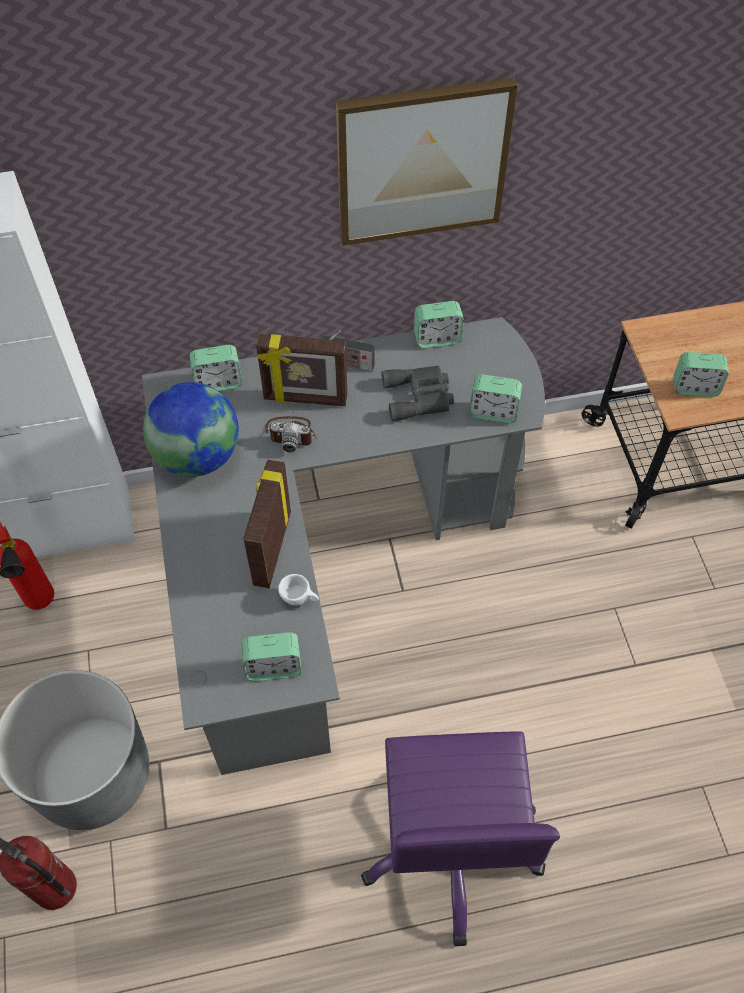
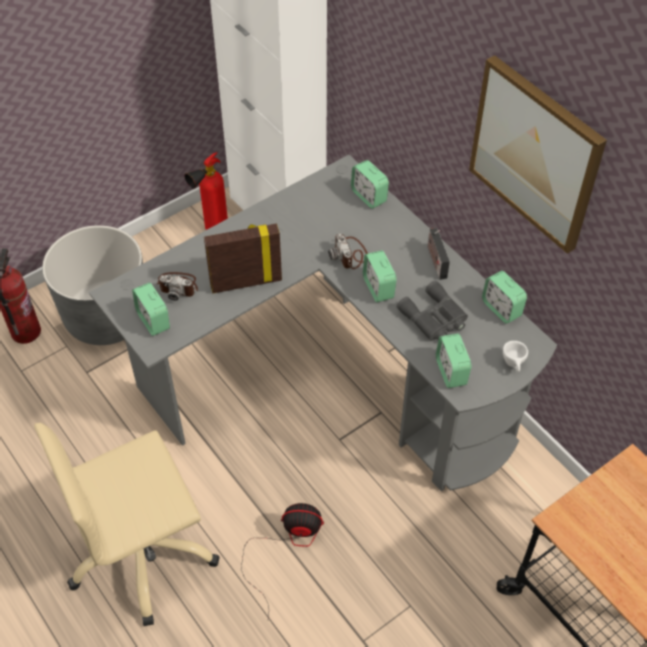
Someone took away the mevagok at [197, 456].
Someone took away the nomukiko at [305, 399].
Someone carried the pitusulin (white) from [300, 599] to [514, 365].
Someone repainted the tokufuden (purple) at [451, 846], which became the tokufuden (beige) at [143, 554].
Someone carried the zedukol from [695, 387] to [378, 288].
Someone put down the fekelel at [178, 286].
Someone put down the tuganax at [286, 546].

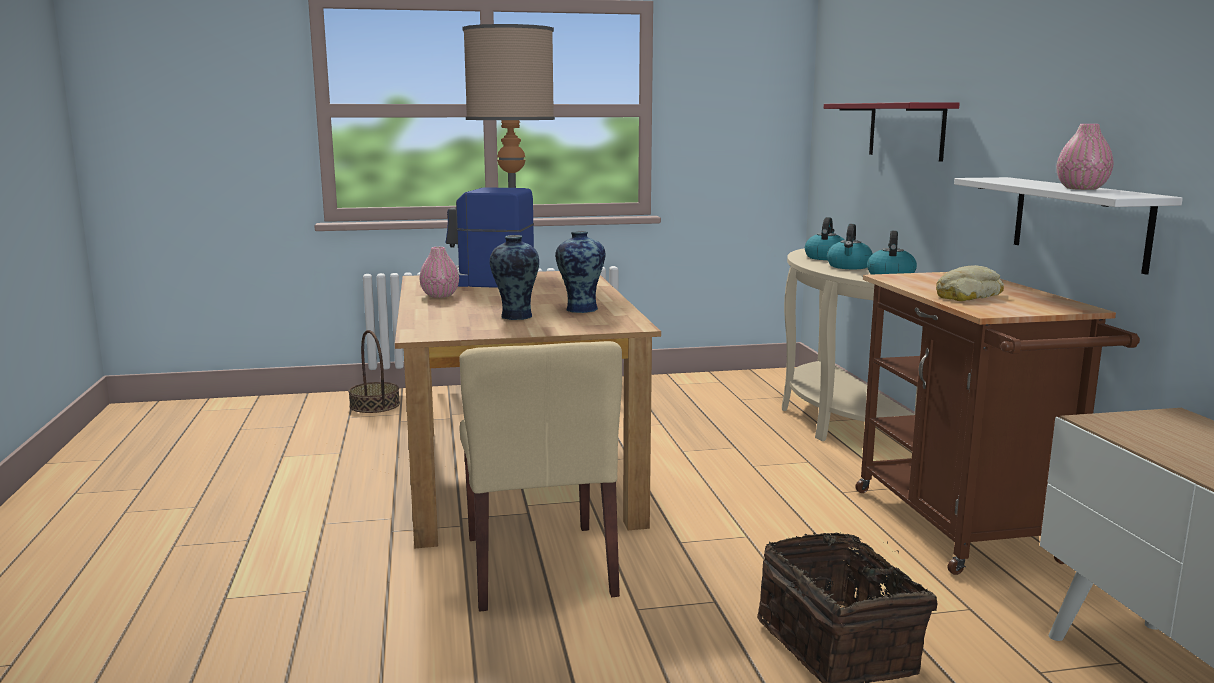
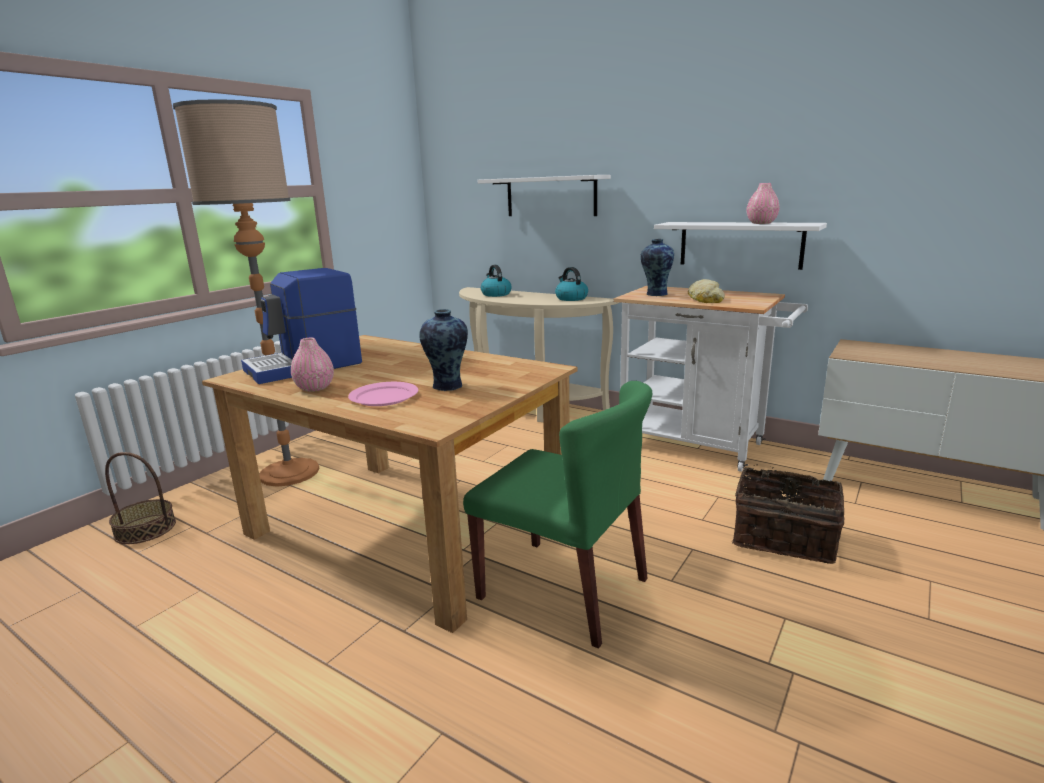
Someone repainted the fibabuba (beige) at [539, 566], which became the fibabuba (green) at [564, 589].
Someone carried the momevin from [580, 309] to [655, 294].
Someone repainted the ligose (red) at [906, 130], which became the ligose (white) at [551, 196].
Someone took away the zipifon at [849, 266].
Someone repainted the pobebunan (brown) at [964, 531], which became the pobebunan (white) at [699, 446].
Someone put down the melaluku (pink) at [384, 397].

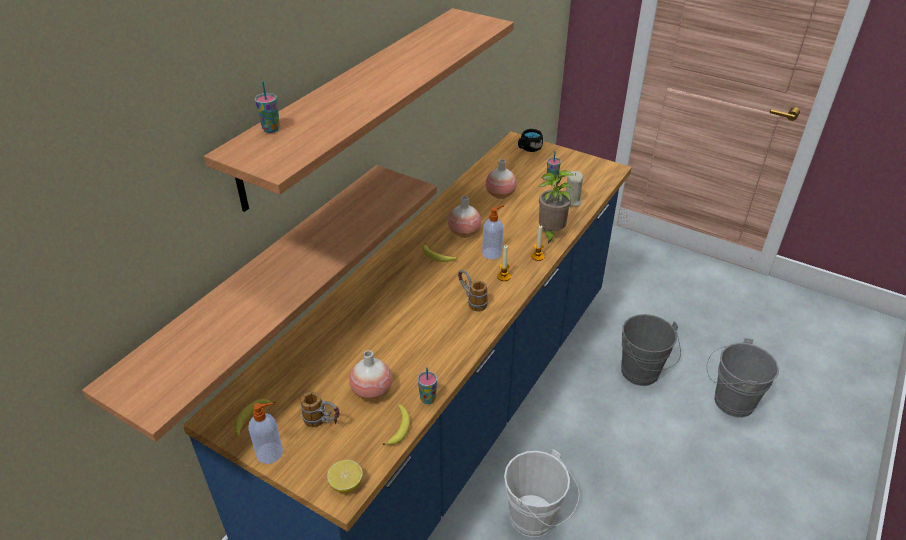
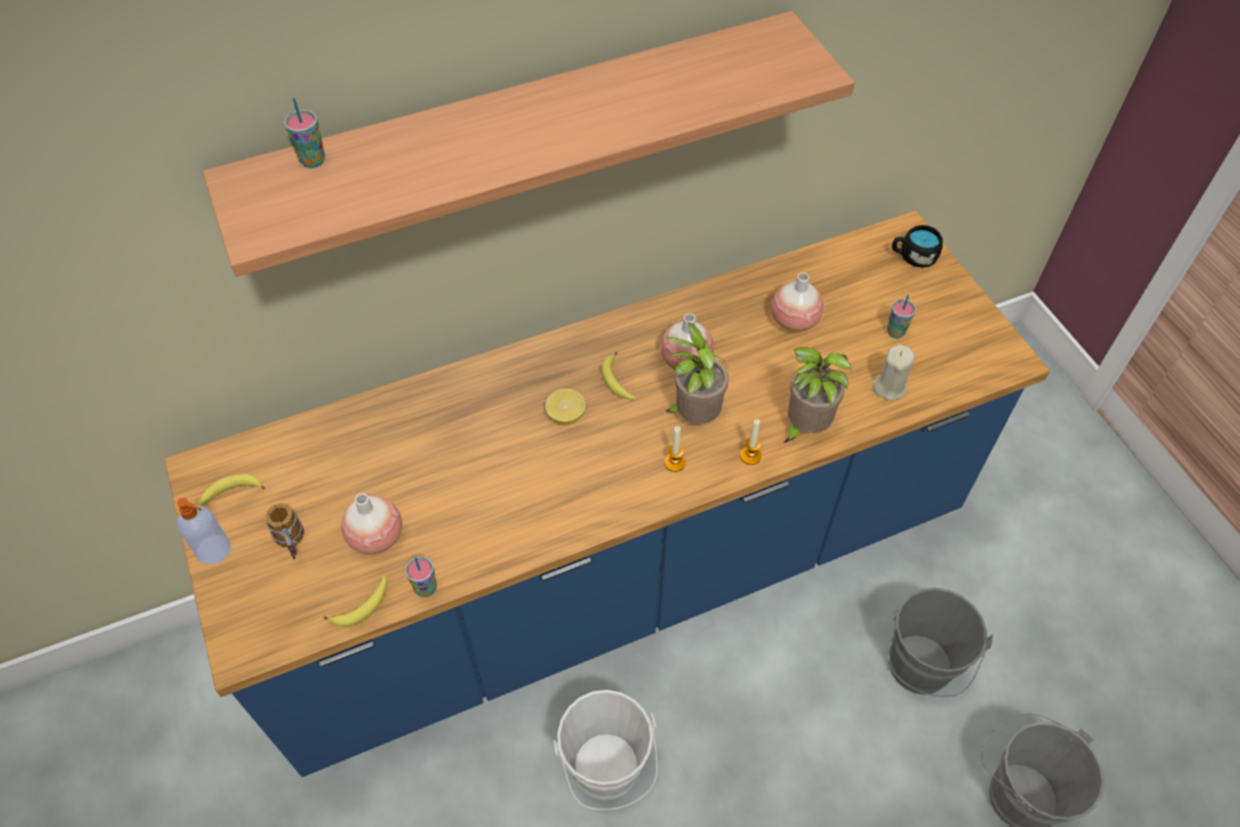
Someone took away the ligose at [262, 284].
Someone carried the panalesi from [346, 484] to [566, 415].
Someone took away the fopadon at [471, 301].
Someone swapped the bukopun at [492, 253] for the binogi at [694, 416].

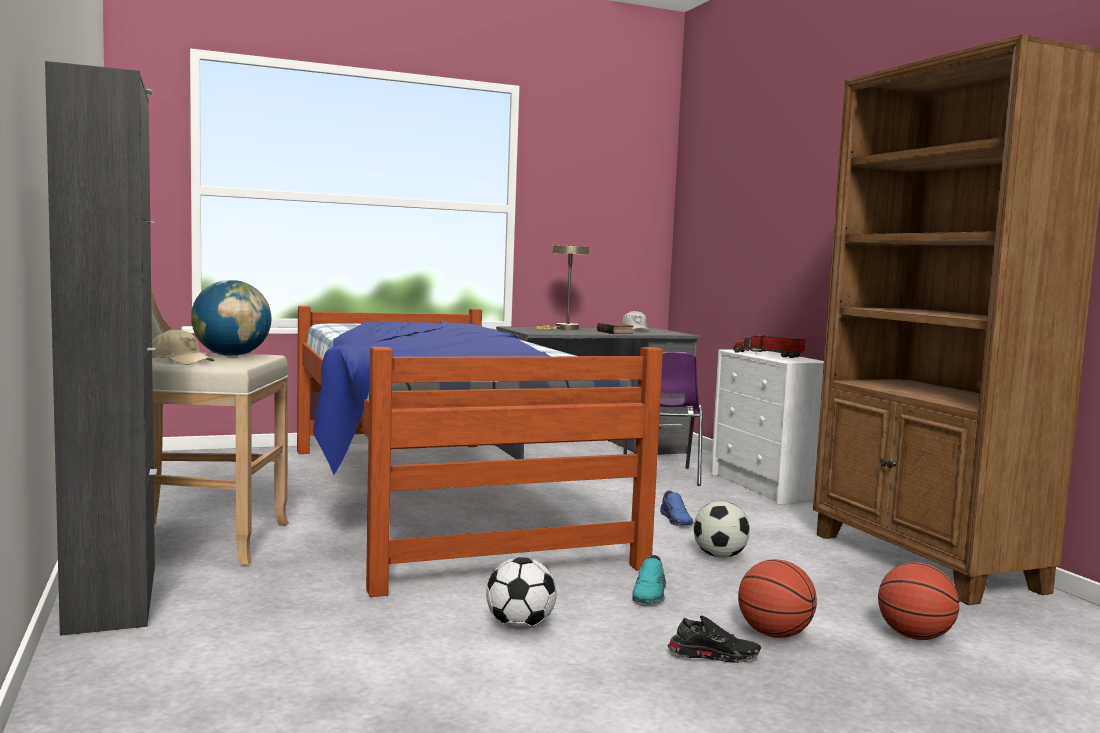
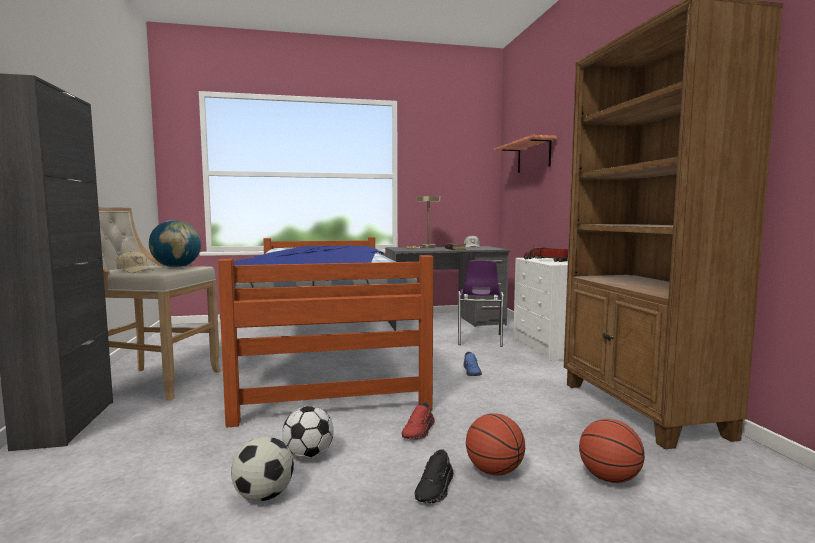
Someone repainted the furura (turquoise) at [651, 595], which became the furura (red) at [419, 431].
Someone rotated the furura (black) at [713, 655] by 105 degrees clockwise.
Someone carried the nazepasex from [719, 556] to [264, 495].
Someone put up the ligose at [533, 156].

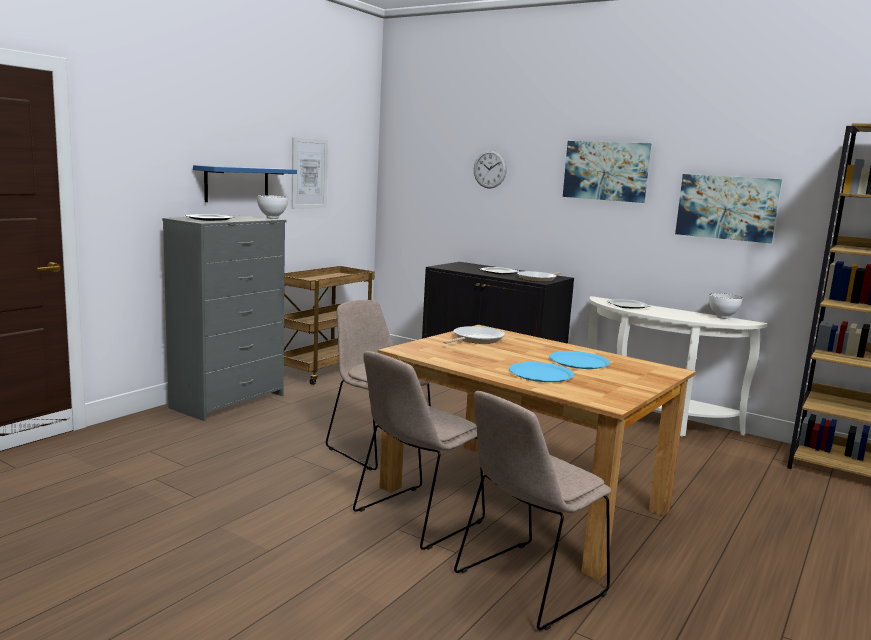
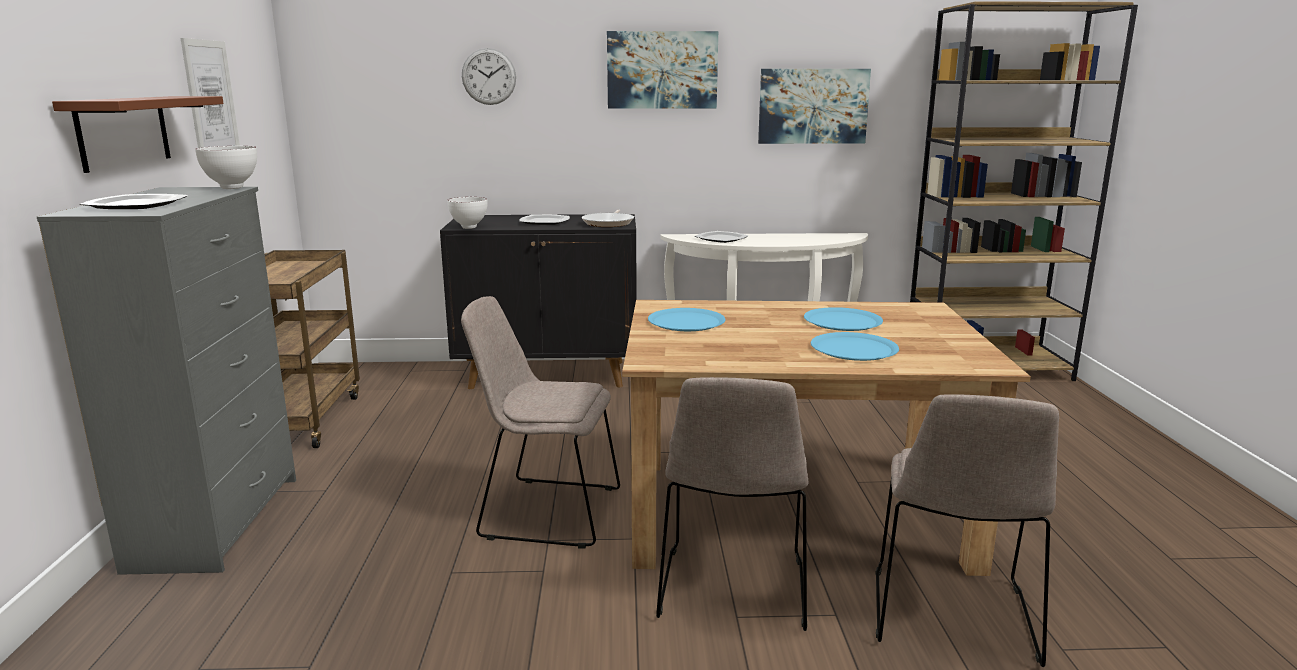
Someone repainted the ligose (blue) at [237, 184], which became the ligose (brown) at [123, 132].
Someone swapped the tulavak at [476, 339] for the melaluku (blue) at [686, 321].
Someone carried the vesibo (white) from [722, 318] to [468, 228].

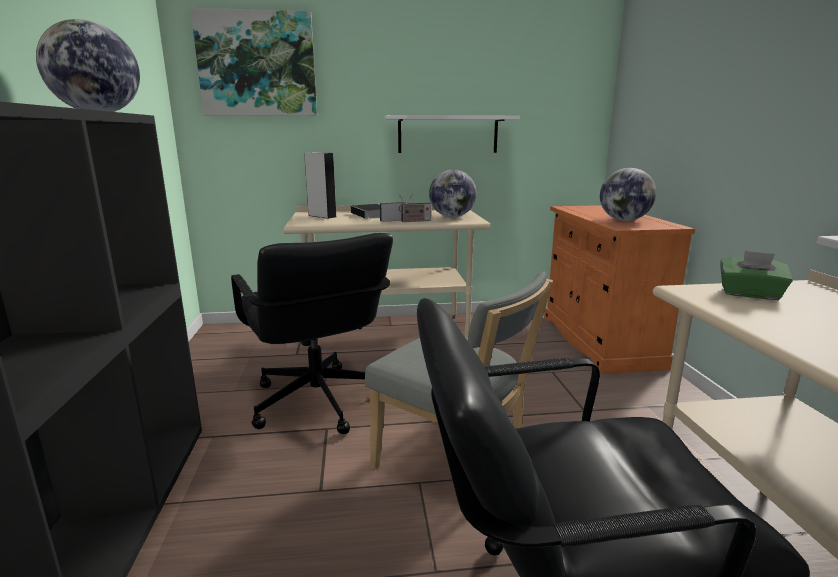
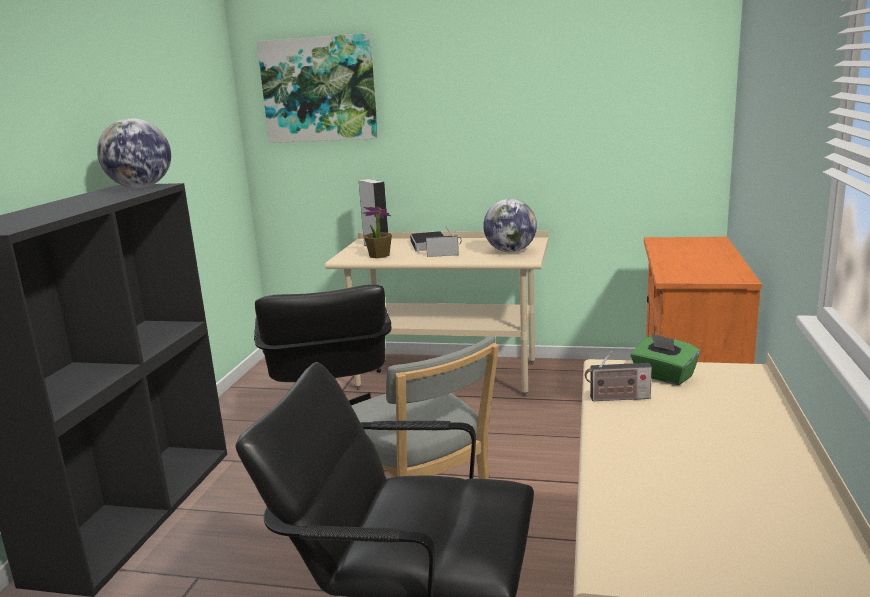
Someone took away the ligose (white) at [448, 134].
Someone carried the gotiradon from [414, 221] to [617, 398].
Someone took away the mevagok at [624, 220].
Someone put down the binogi at [379, 255].

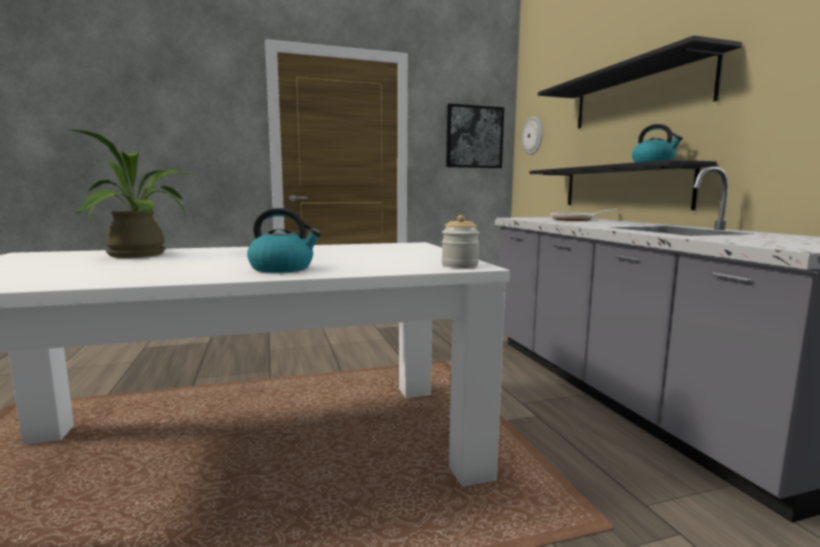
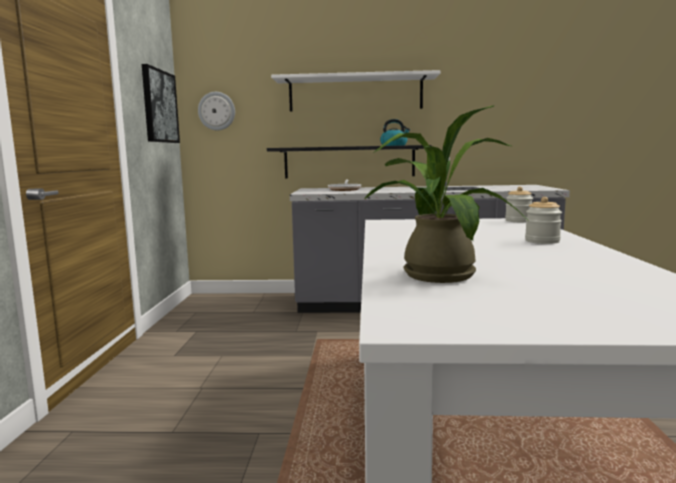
Someone swapped the zipifon at [283, 268] for the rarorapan at [542, 241].
Someone repainted the ligose (black) at [637, 95], which became the ligose (white) at [355, 94].

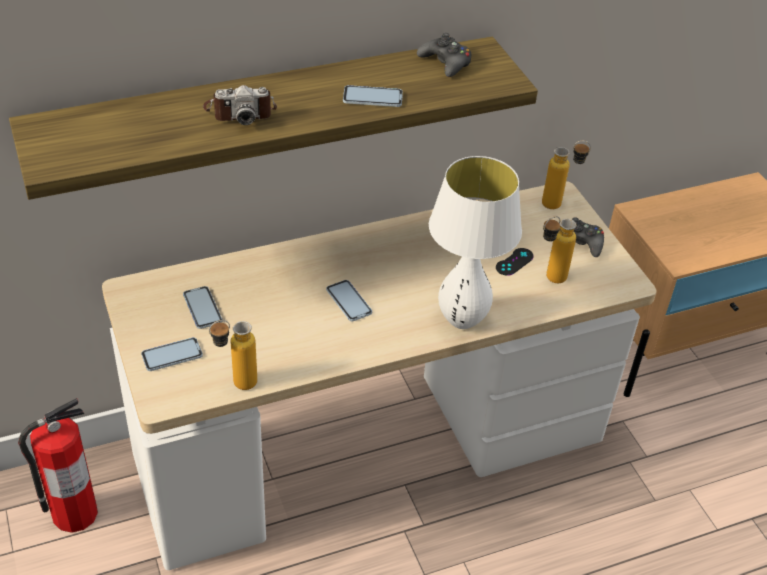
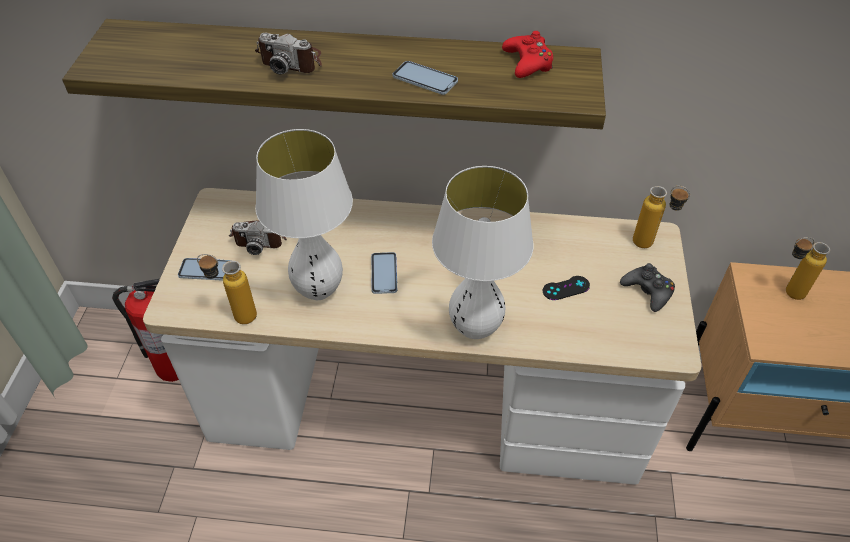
Someone swapped the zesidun at [202, 308] for the fekelel at [259, 237].
Someone repainted the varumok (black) at [445, 63], which became the varumok (red) at [527, 63].
Someone carried the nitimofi from [548, 279] to [786, 293].
Someone put down the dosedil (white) at [318, 291].

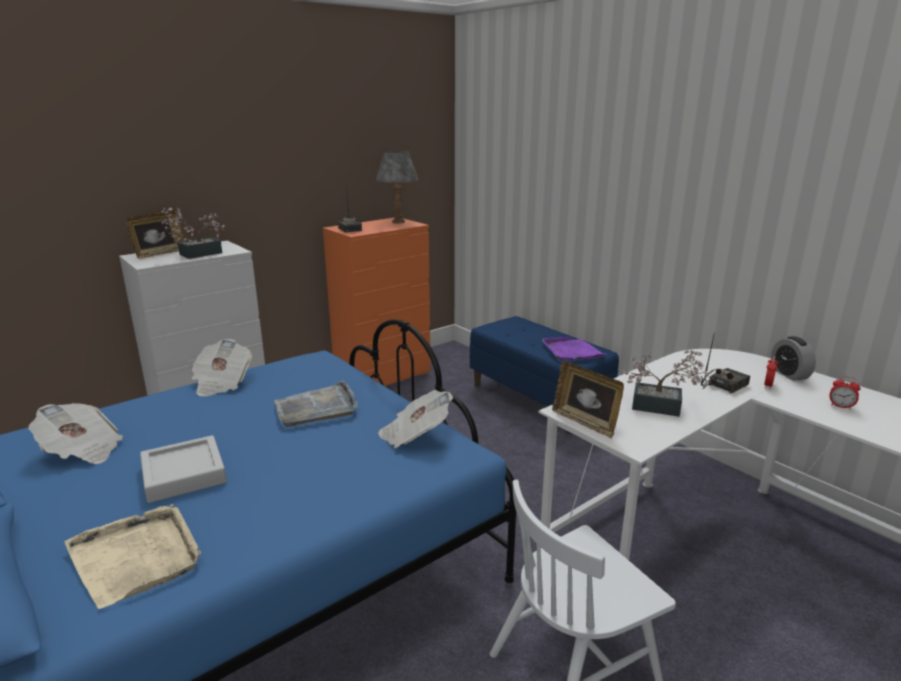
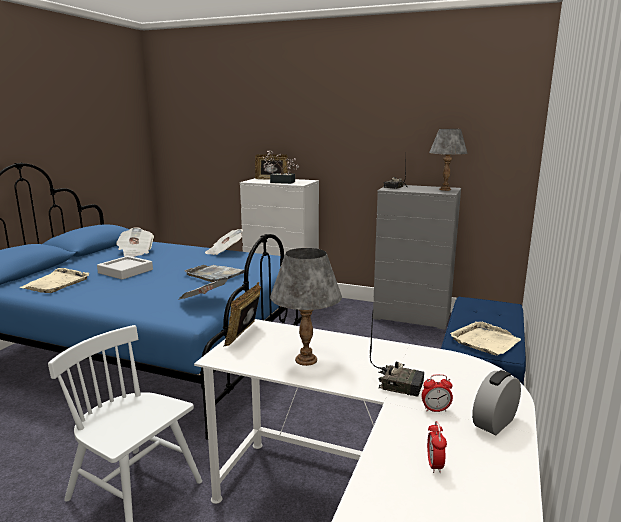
Someone repainted the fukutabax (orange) at [383, 375], which became the fukutabax (grey) at [412, 317].
Someone repainted the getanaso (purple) at [572, 351], which became the getanaso (beige) at [485, 341].
Someone swapped the binogi at [662, 407] for the dosedil (grey) at [305, 360].

